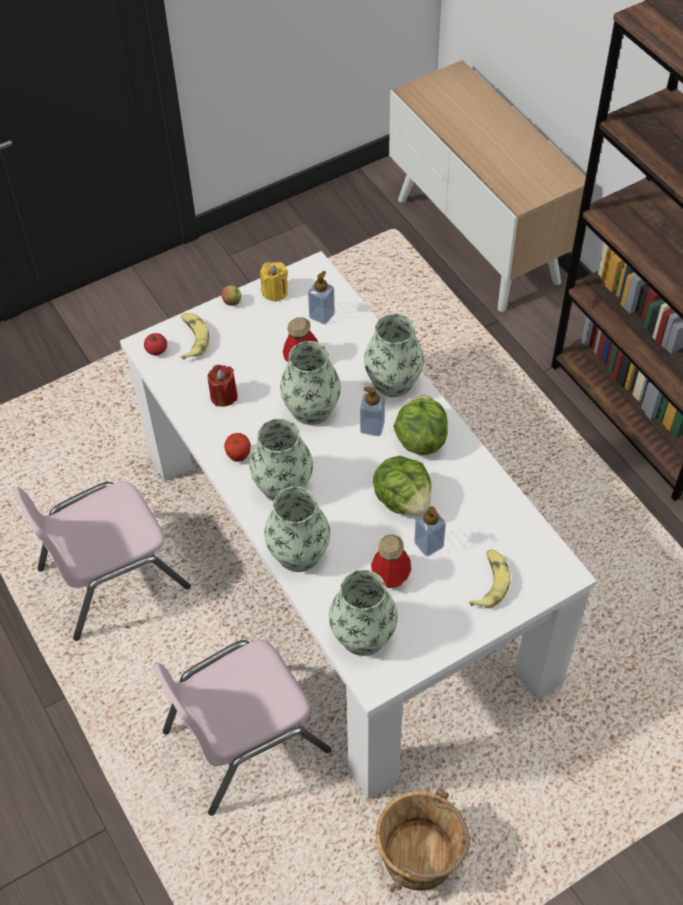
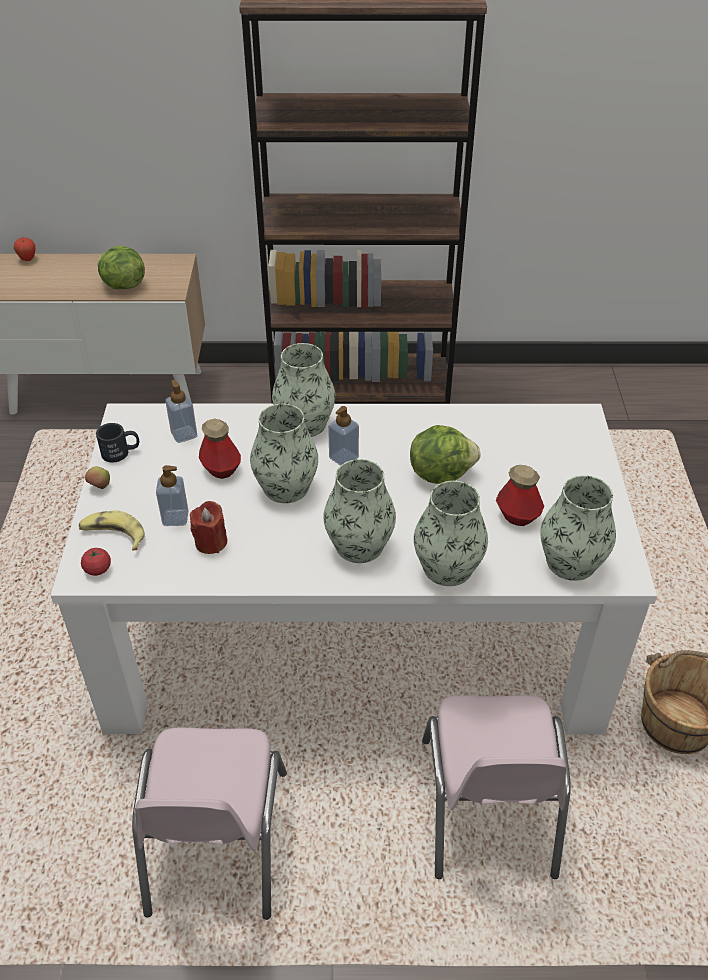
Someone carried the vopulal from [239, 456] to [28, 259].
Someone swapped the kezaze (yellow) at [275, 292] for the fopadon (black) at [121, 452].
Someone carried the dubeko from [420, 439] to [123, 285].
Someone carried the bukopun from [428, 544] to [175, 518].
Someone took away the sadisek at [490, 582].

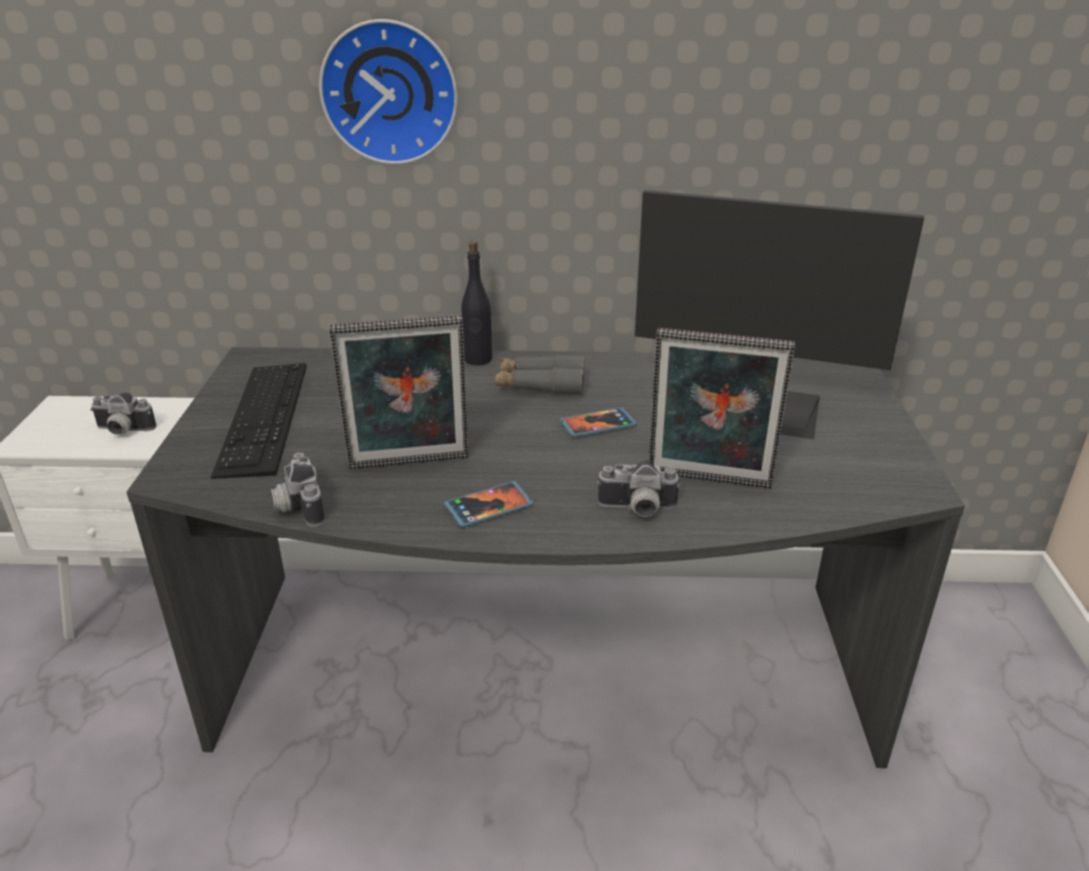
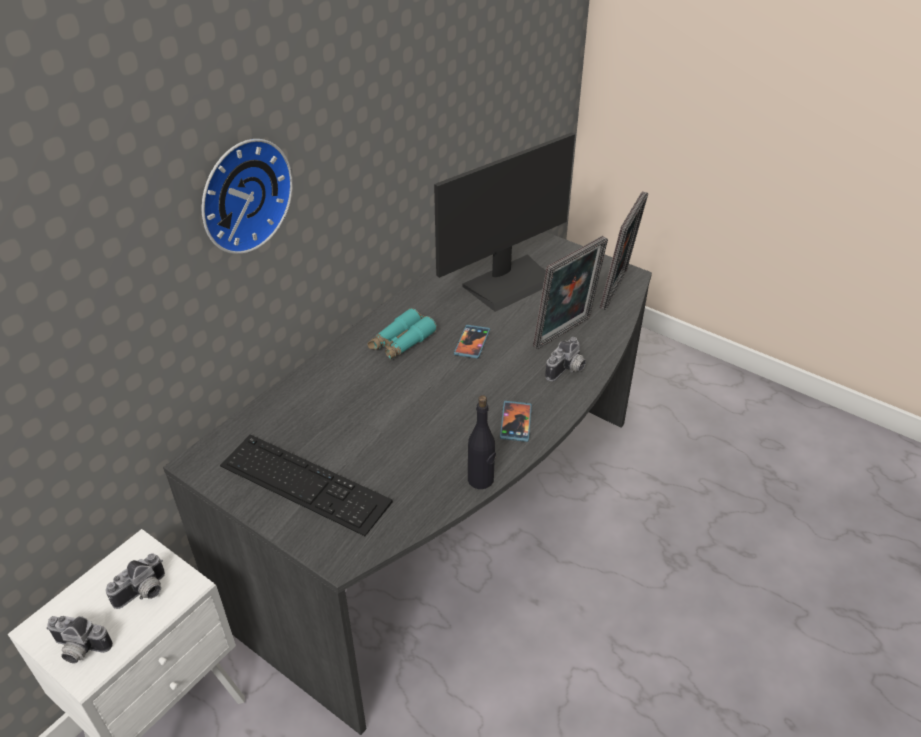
Someone carried the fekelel from [297, 507] to [78, 650].
Someone carried the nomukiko from [409, 465] to [617, 291].
Someone carried the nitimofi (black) from [478, 359] to [481, 480].
Someone repainted the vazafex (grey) at [540, 384], which became the vazafex (turquoise) at [401, 342].

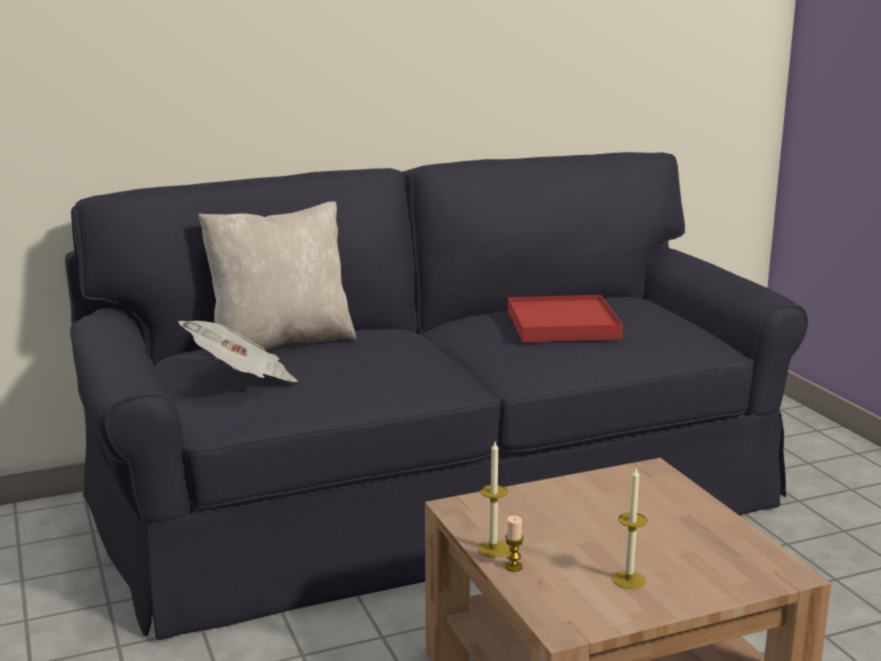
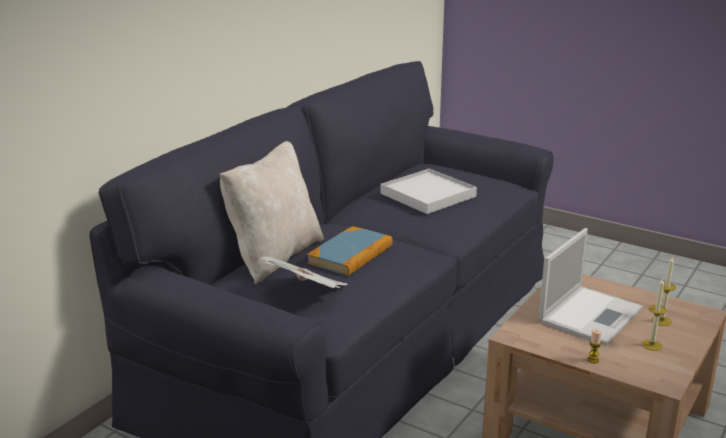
Someone carried the kezaze from [493, 549] to [661, 321].
Someone repainted the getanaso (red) at [562, 324], which became the getanaso (white) at [427, 195].
Someone put down the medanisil at [351, 254].
Someone put down the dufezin at [591, 314].

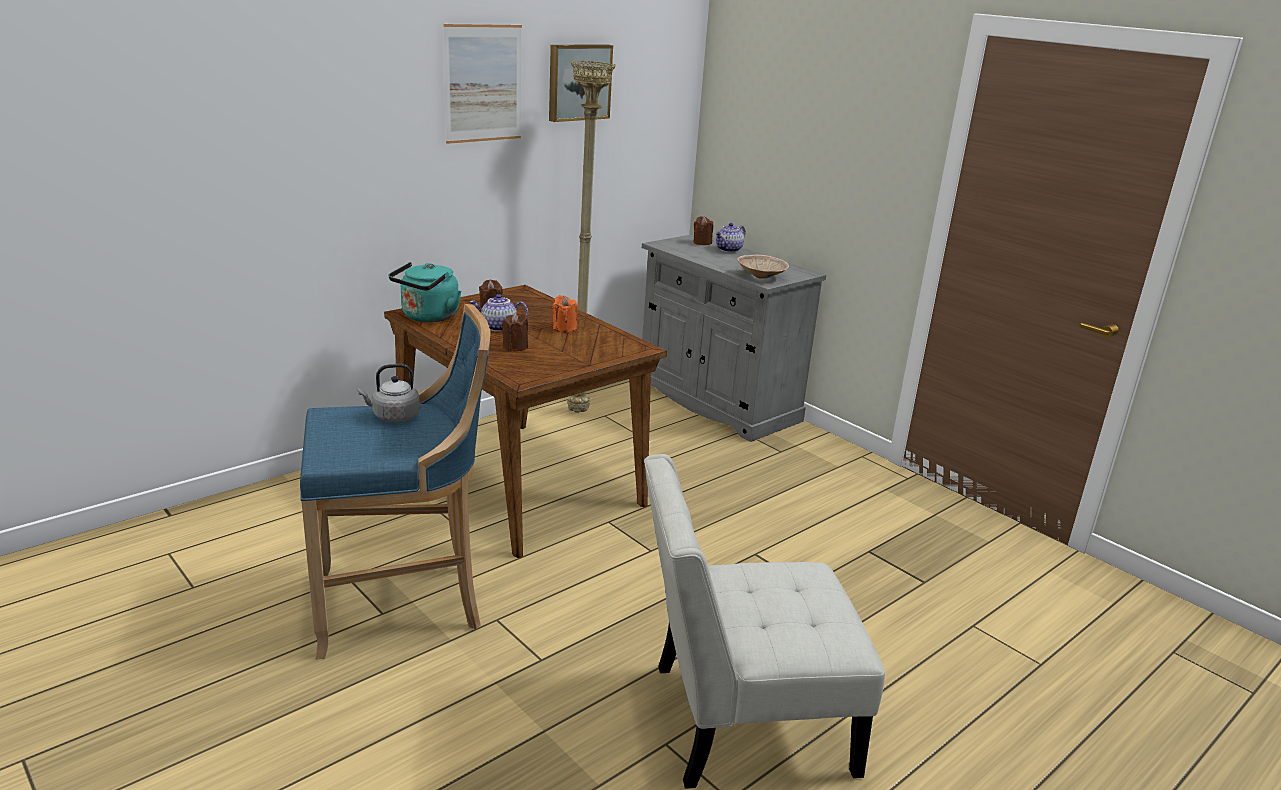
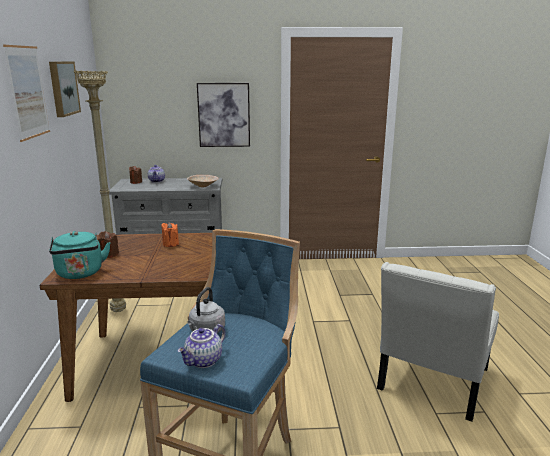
Someone carried the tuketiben from [498, 327] to [204, 361].
Someone took away the kezaze (brown) at [515, 347].
Someone put up the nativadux at [224, 115].

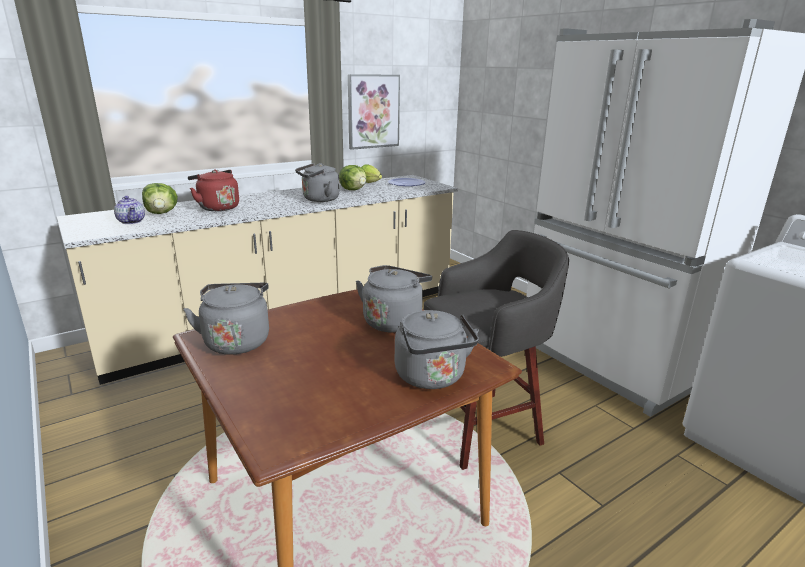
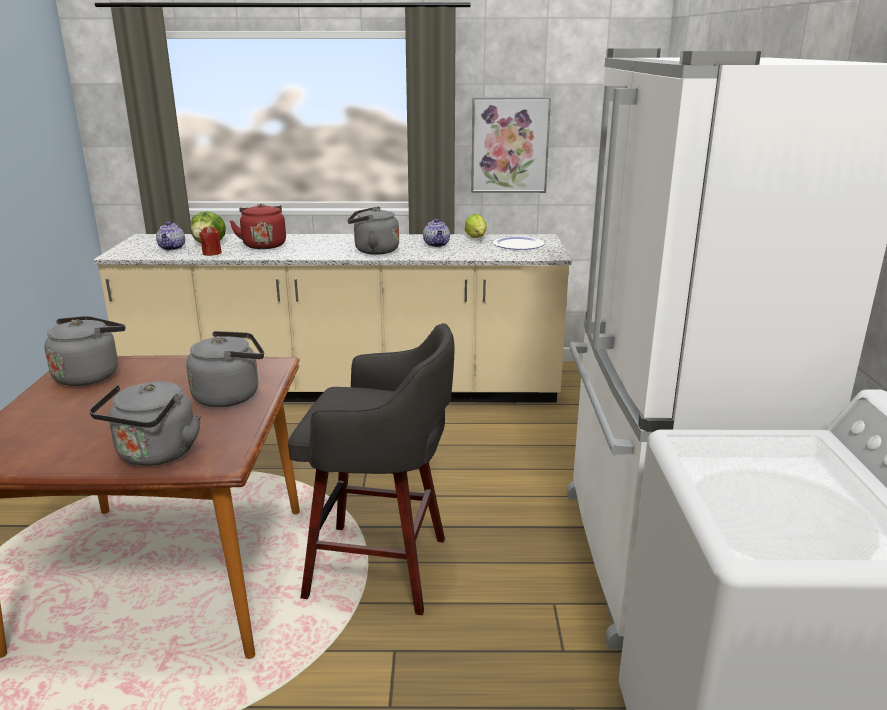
Someone swapped the dubeko at [353, 190] for the tuketiben at [437, 244].
Someone put down the kezaze (red) at [212, 253].

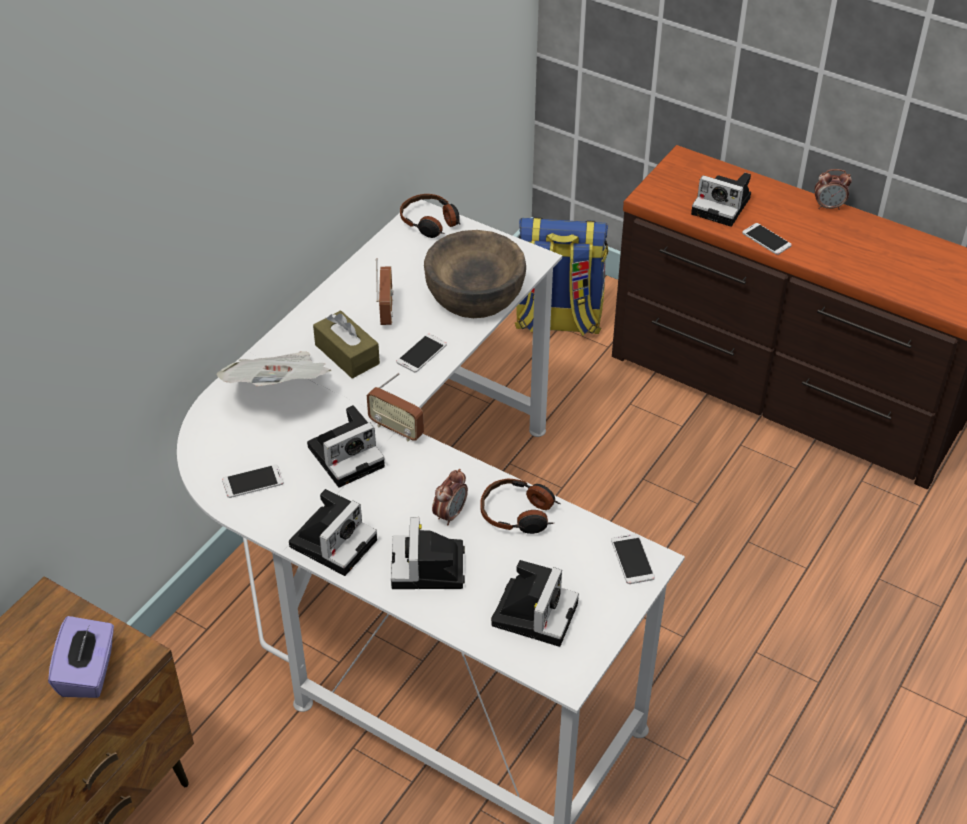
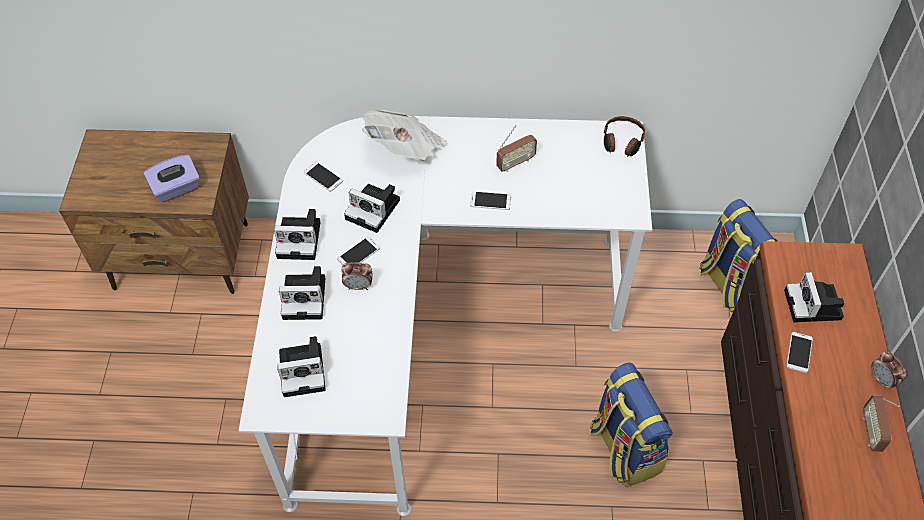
Someone took away the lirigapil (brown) at [347, 354].
Someone carried the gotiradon from [396, 429] to [871, 431].
Someone rotated the fekelel at [428, 569] by 150 degrees counterclockwise.
Someone took away the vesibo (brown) at [475, 294].
Someone took away the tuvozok at [519, 514].
Someone carried the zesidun from [632, 559] to [358, 254].
Someone put down the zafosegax at [623, 448].

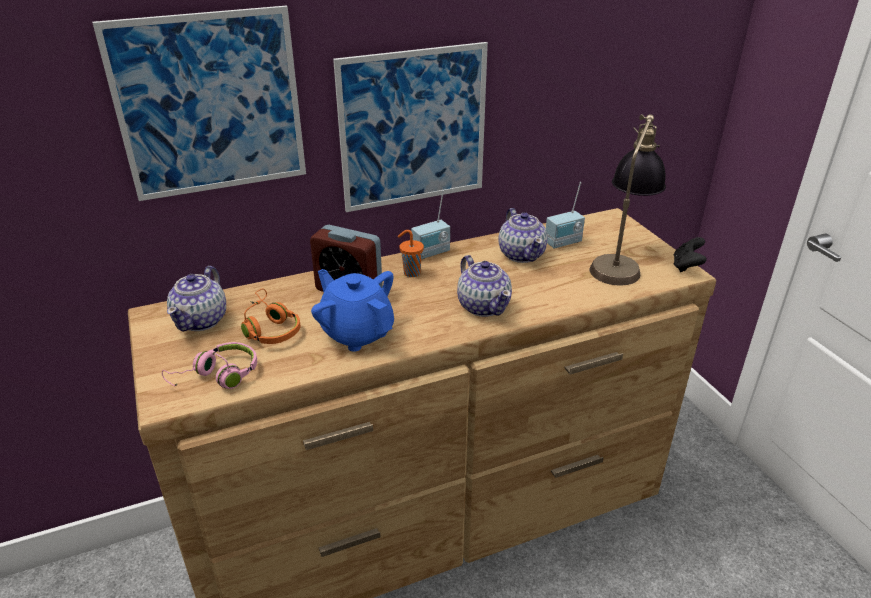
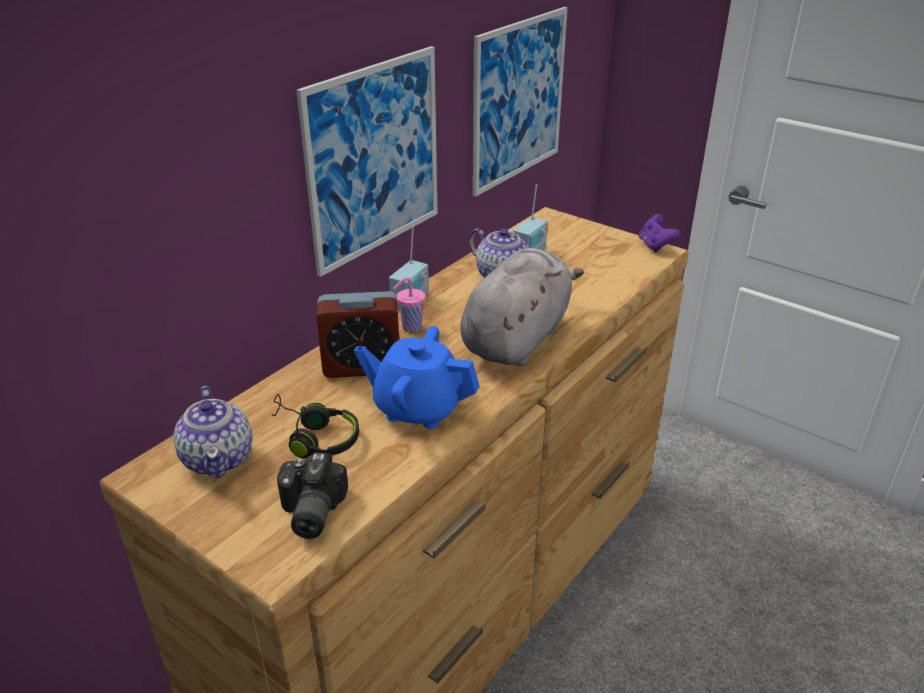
Someone carried the nativadux from [210, 105] to [518, 100].
Someone swapped the tuvozok (pink) at [217, 376] for the fekelel at [308, 512].
Someone repainted the tuvozok (orange) at [270, 328], which became the tuvozok (black) at [314, 437].
Someone repainted the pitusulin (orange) at [411, 273], which became the pitusulin (pink) at [410, 327].
Someone swapped the tuketiben at [483, 306] for the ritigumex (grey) at [517, 338].
Someone took away the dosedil at [621, 261].
Someone repainted the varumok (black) at [686, 266], which became the varumok (purple) at [655, 246].

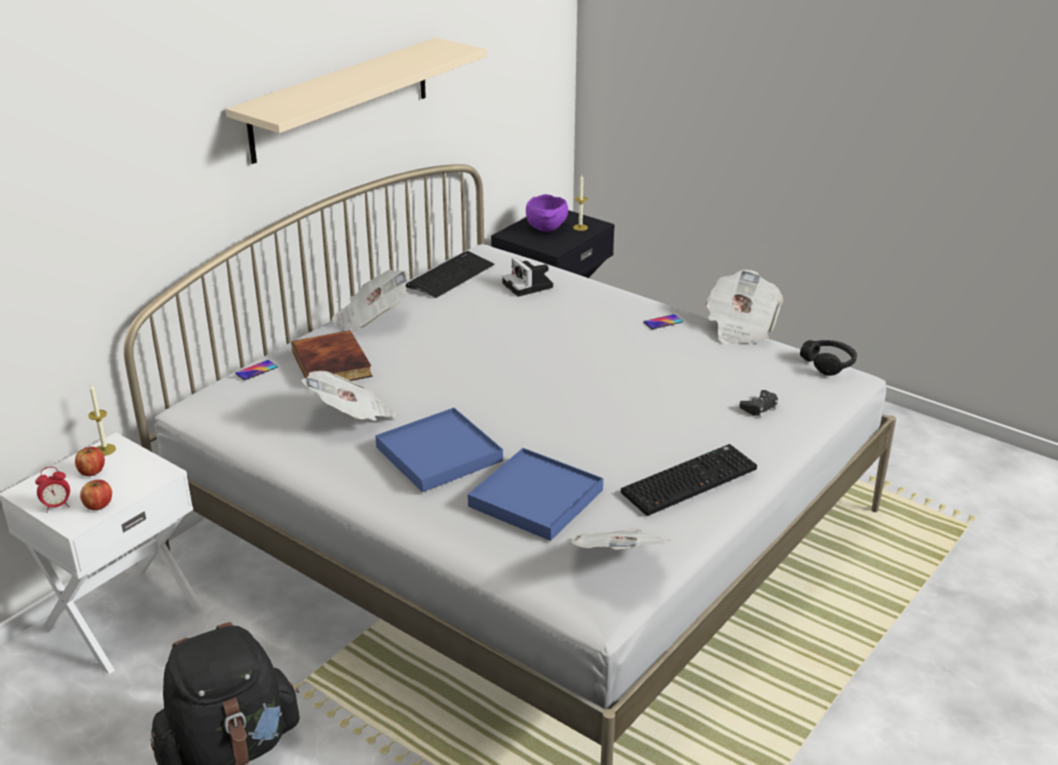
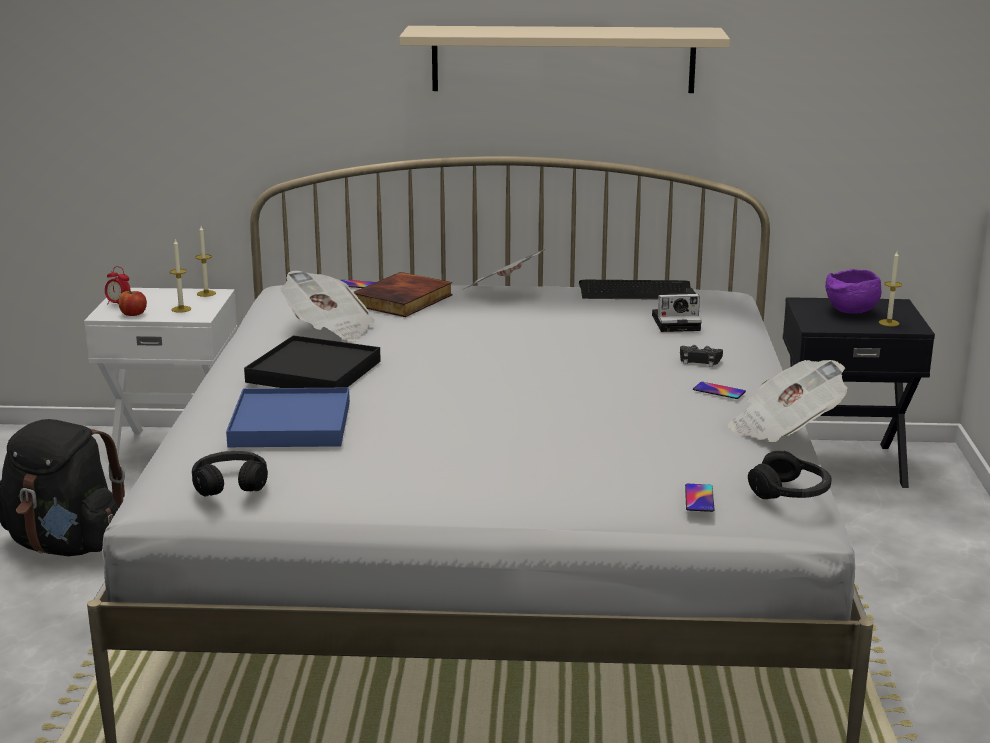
Someone took away the vopulal at [92, 471].
Someone repainted the getanaso (blue) at [439, 454], which became the getanaso (black) at [313, 372].
Someone rotated the fekelel at [529, 286] by 120 degrees counterclockwise.
Someone swapped the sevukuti at [619, 560] for the tuvozok (black) at [230, 484].
Someone took away the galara at [689, 479].
Someone carried the varumok (black) from [759, 407] to [699, 360].
Someone put down the kezaze at [181, 309].
Someone put down the zesidun at [699, 498].

